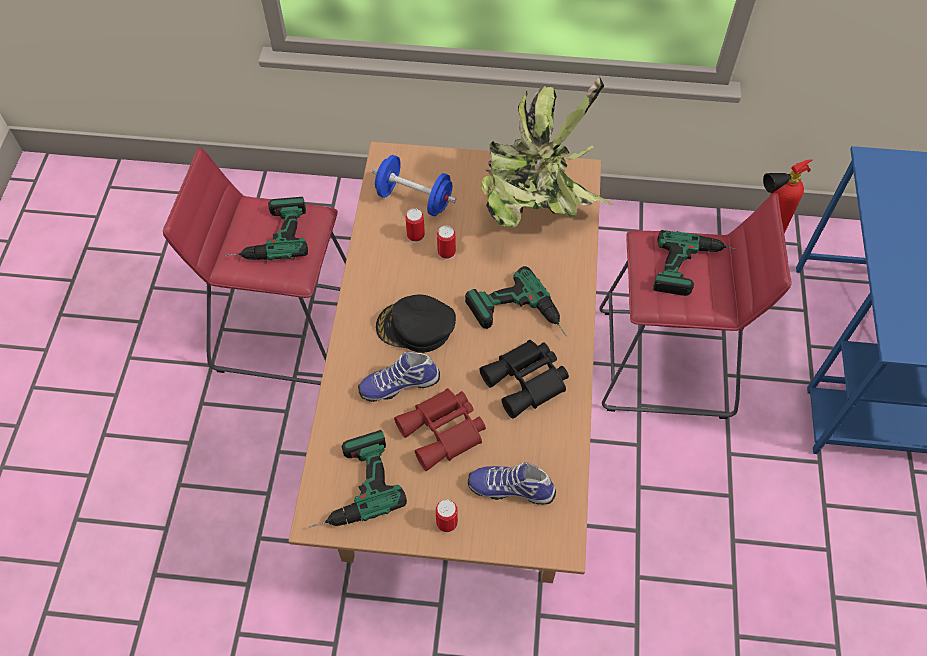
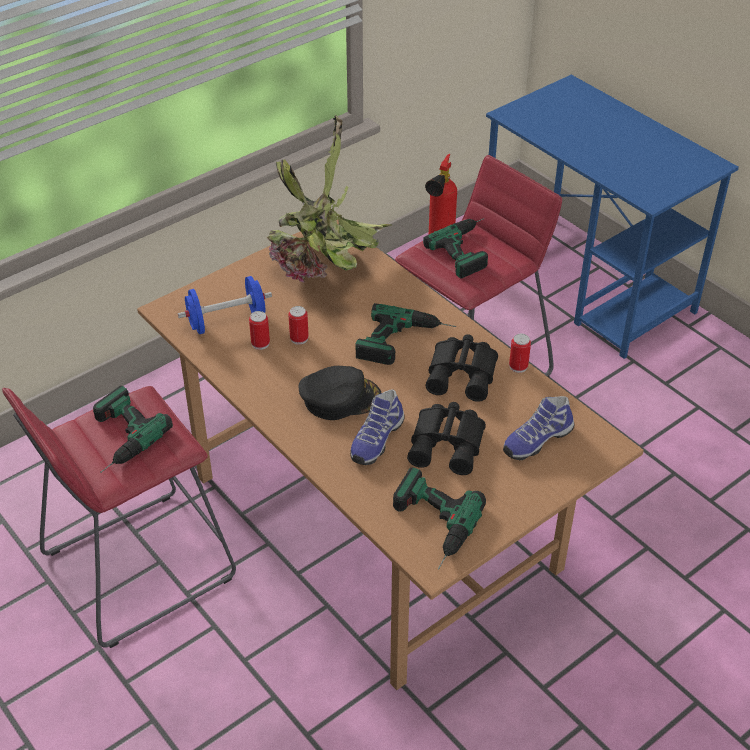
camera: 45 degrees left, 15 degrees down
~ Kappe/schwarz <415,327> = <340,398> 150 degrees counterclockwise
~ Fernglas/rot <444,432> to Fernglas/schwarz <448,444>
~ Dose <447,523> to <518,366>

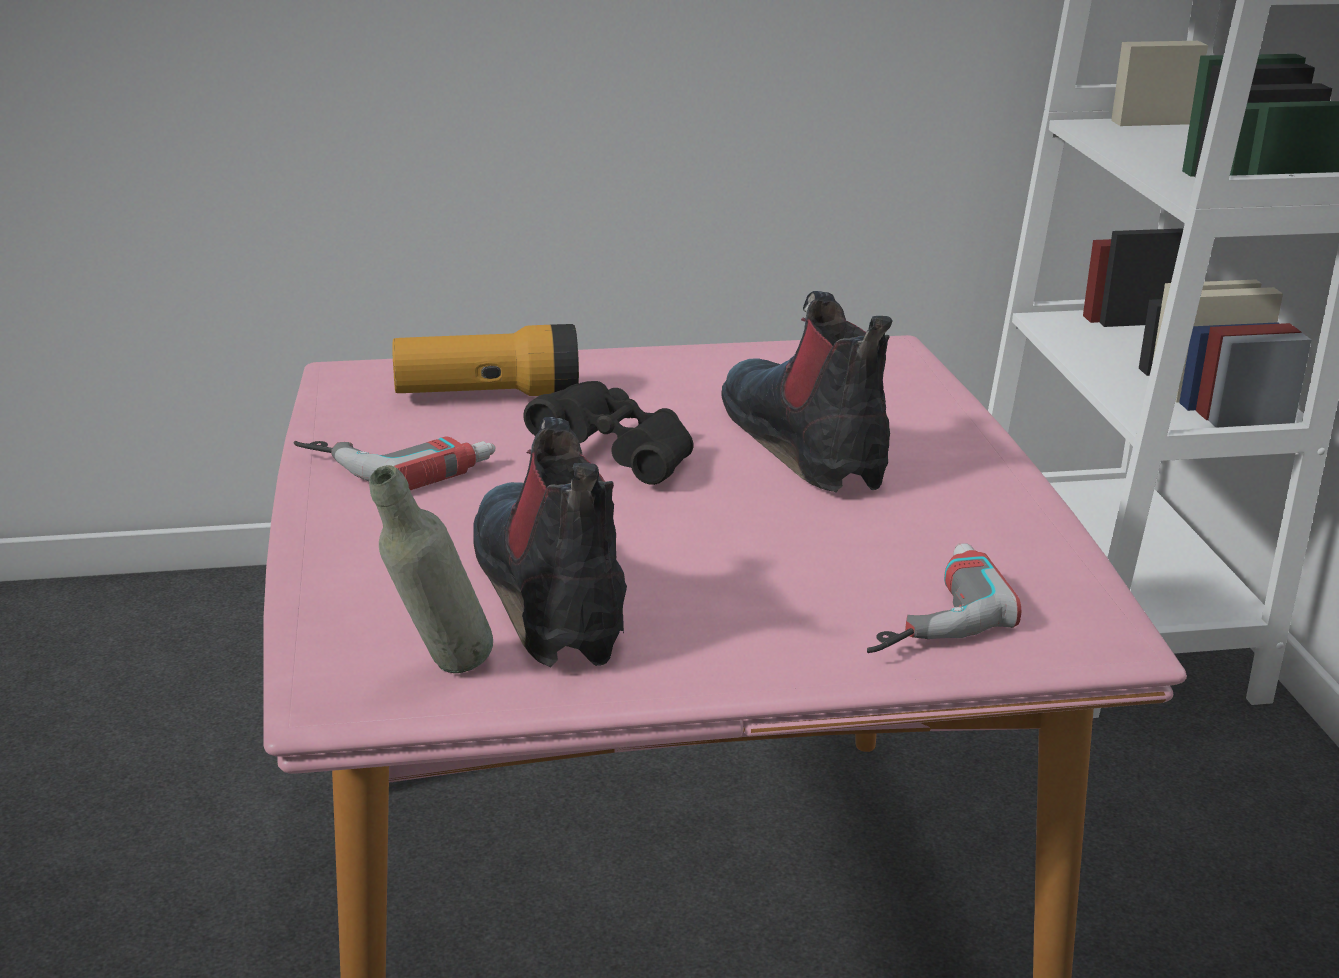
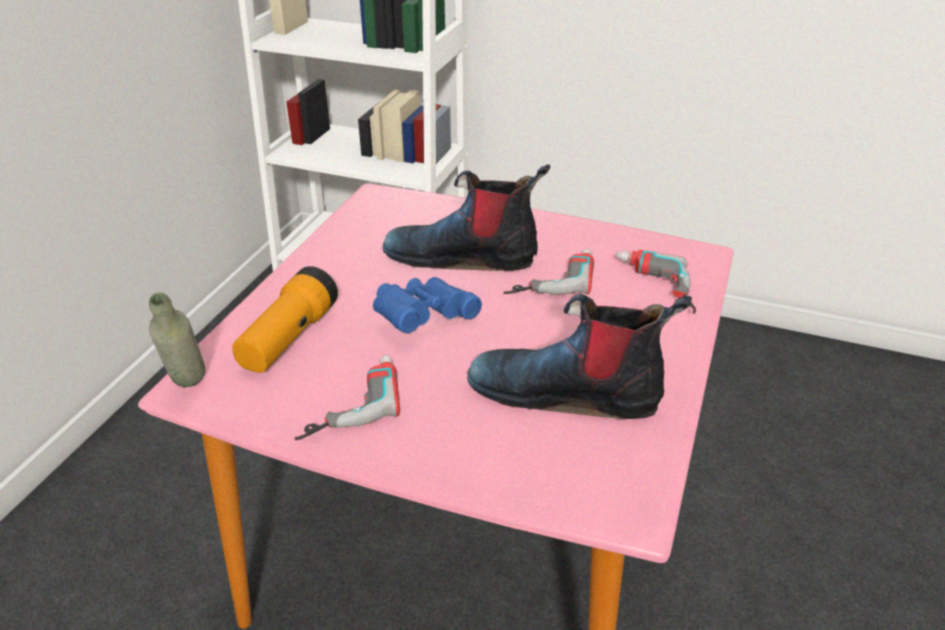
camera: 60 degrees left, 10 degrees up
~ Fernglas/schwarz <618,457> to Fernglas/blau <422,318>
~ Flasche/grau <438,674> to <189,389>
+ Bohrmaschine <550,278>

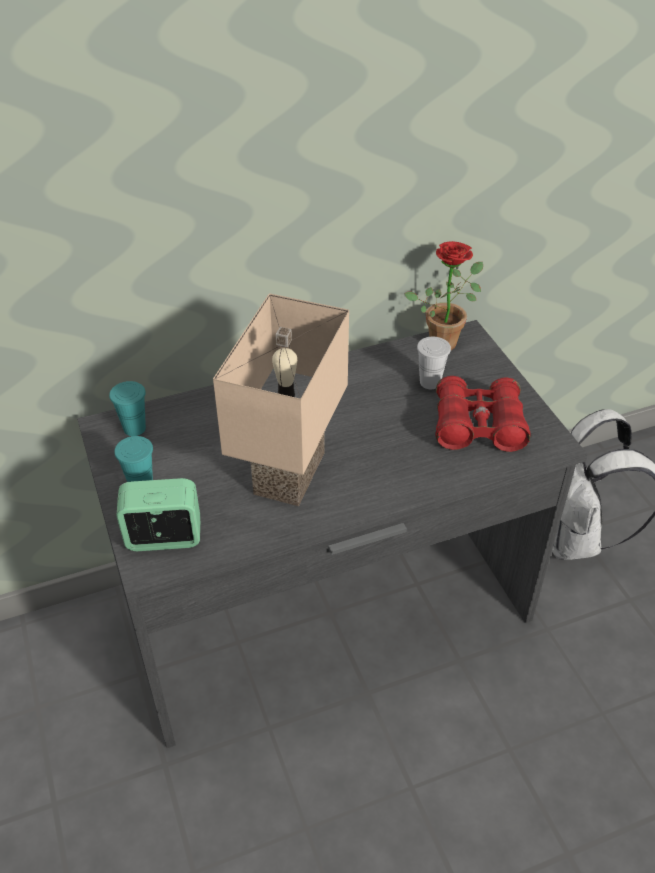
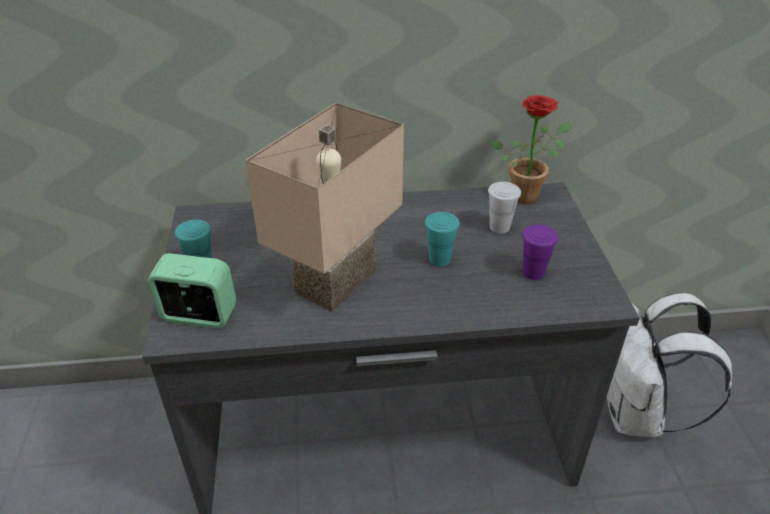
camera: 15 degrees right, 5 degrees down
~ Fernglas/rot <478,426> to Tasse/lila <533,272>
~ Tasse/türkis <134,428> to <439,259>

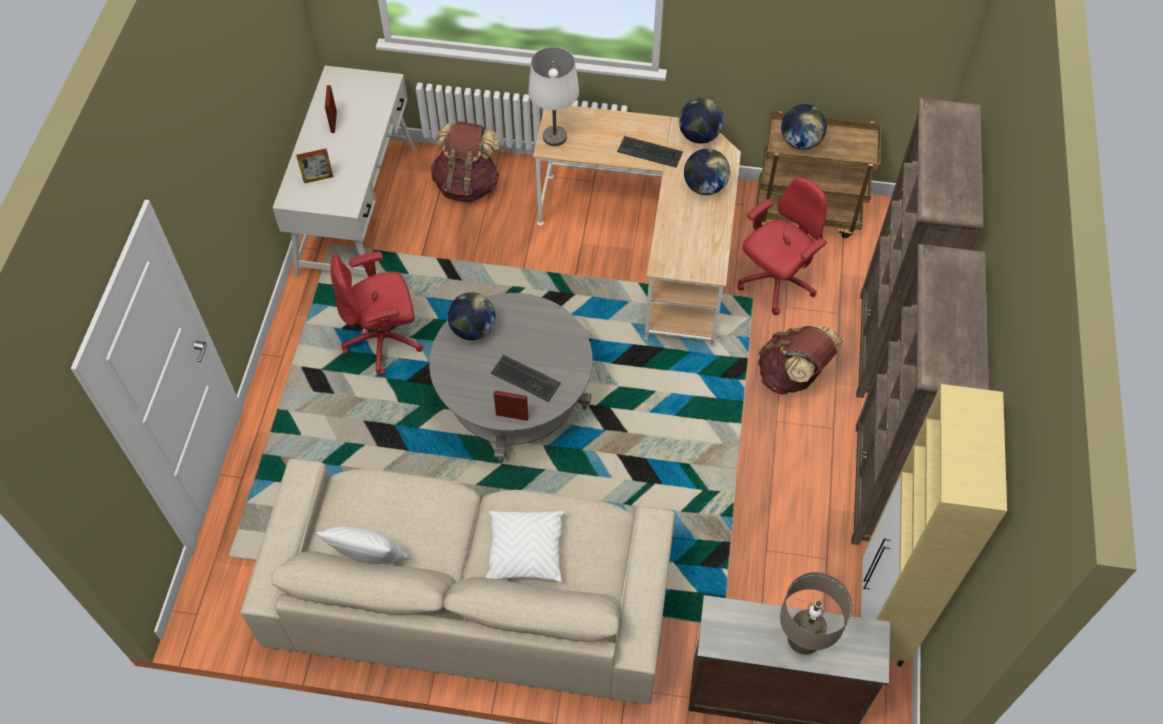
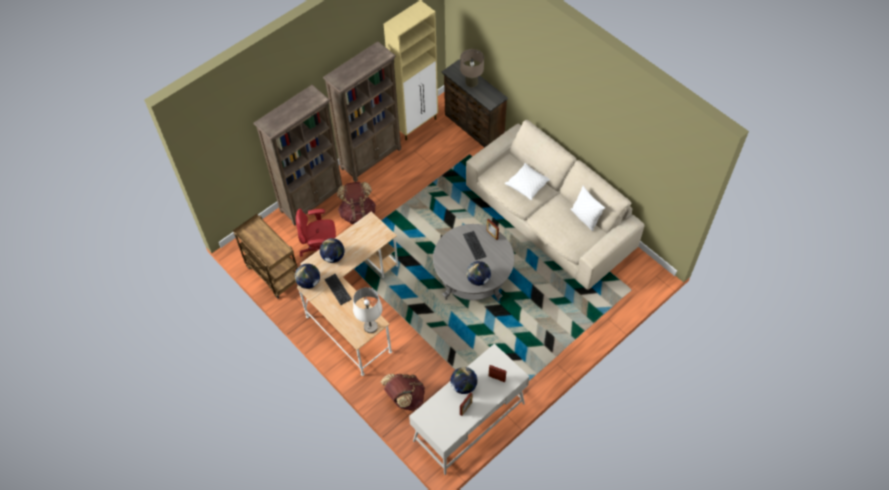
camera: 140 degrees left, 0 degrees up
~ Globus <800,142> to <463,386>
- Bürostuhl/rot <384,341>

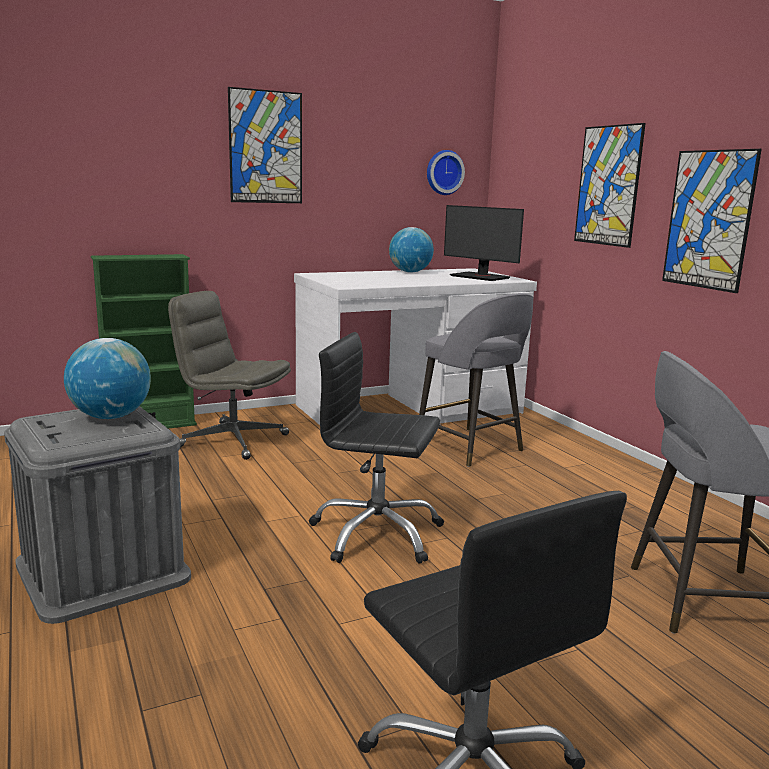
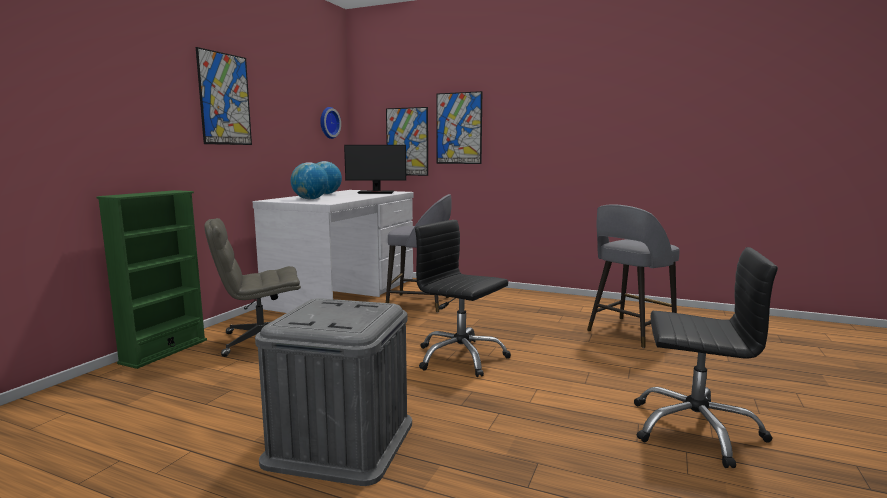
camera: 40 degrees left, 5 degrees down
~ Bild <708,220> to <407,141>
~ Bürostuhl/schwarz <376,534> = <460,357> 60 degrees clockwise
~ Globus <110,417> to <310,199>

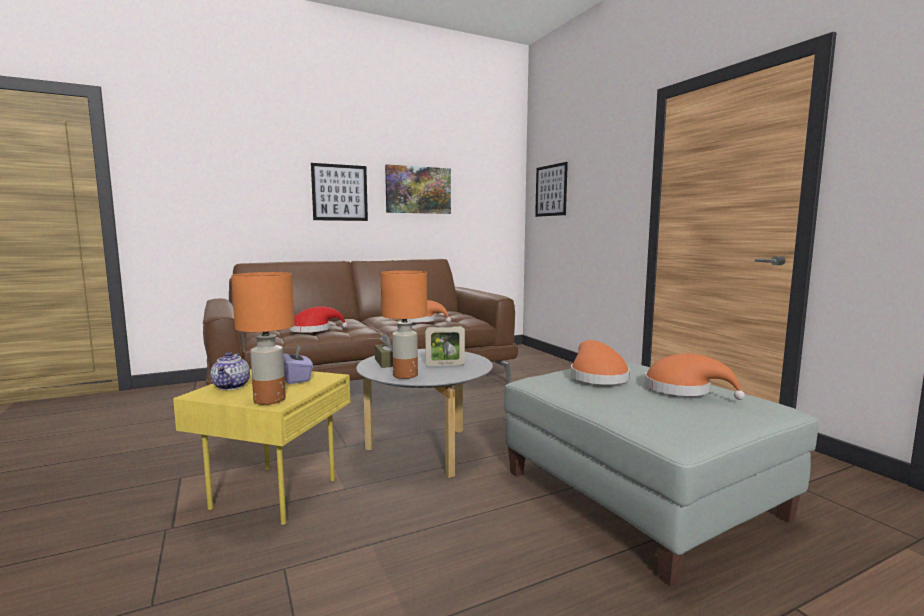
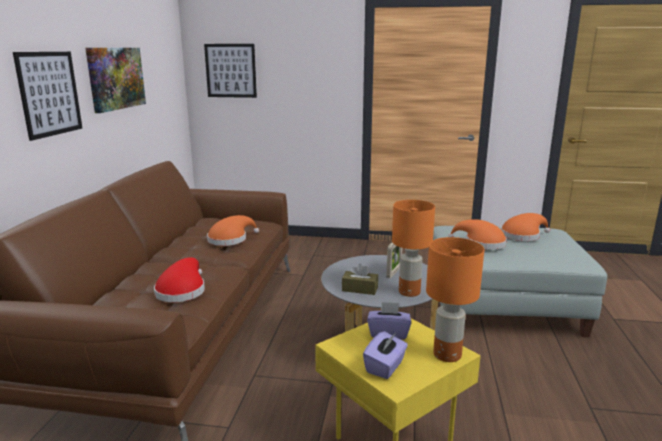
camera: 55 degrees left, 10 degrees up
~ Teekanne <232,386> to Taschentuchbox/lila <385,367>

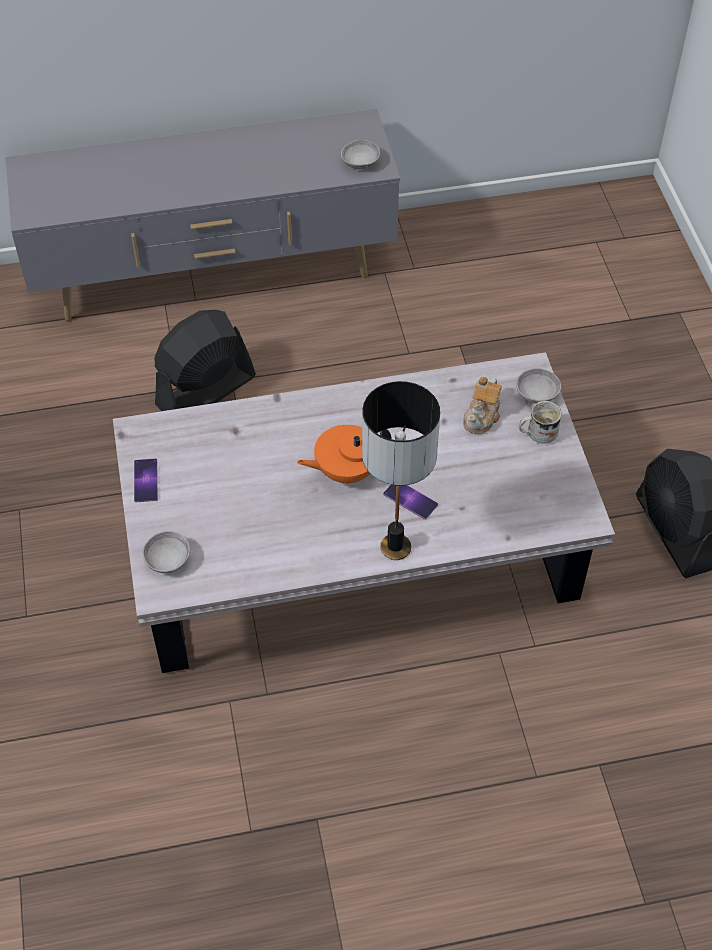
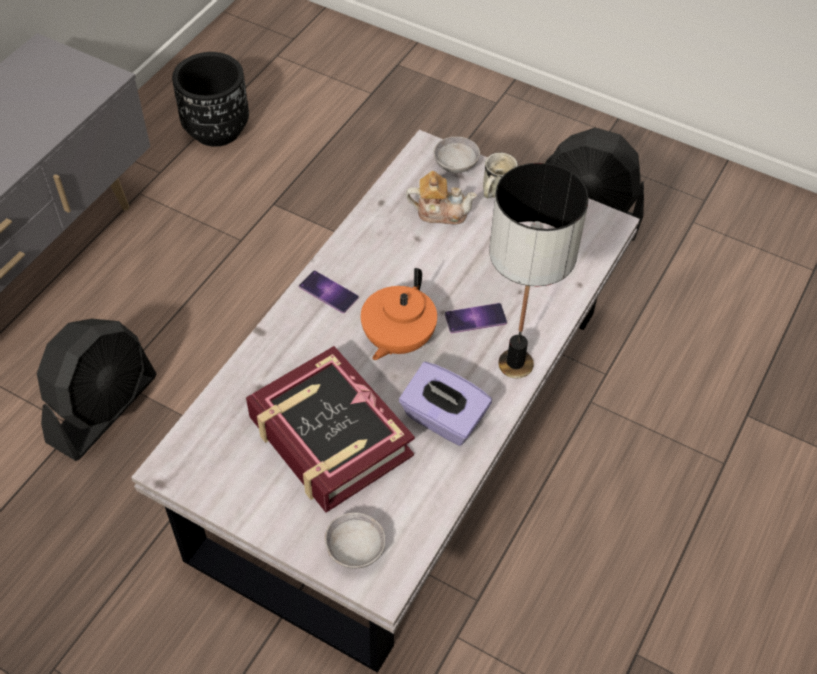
camera: 50 degrees left, 0 degrees up
- Schüssel/grau <360,163>
~ Ventilator/schwarz <205,391> = <103,409> 150 degrees counterclockwise
~ Teekanne <482,417> = <440,212> 60 degrees counterclockwise
~ Handy <146,480> to <328,292>
+ Pflanzkübel/schwarz <217,130>
+ Buch <329,437>
+ Taschentuchbox/lila <443,419>

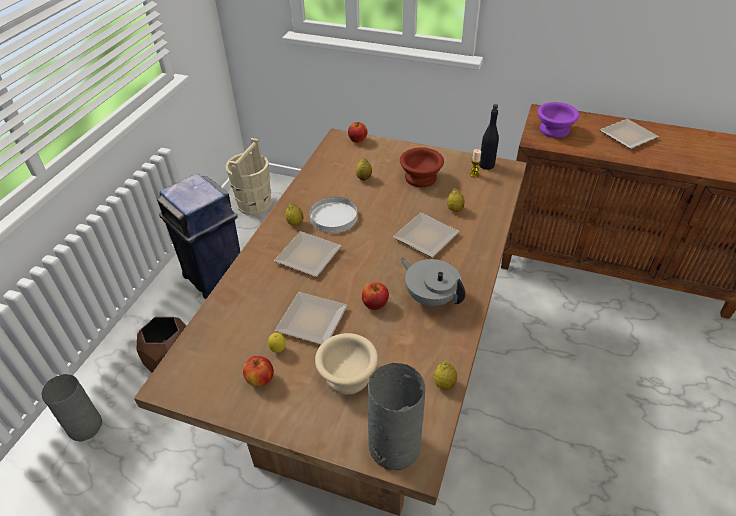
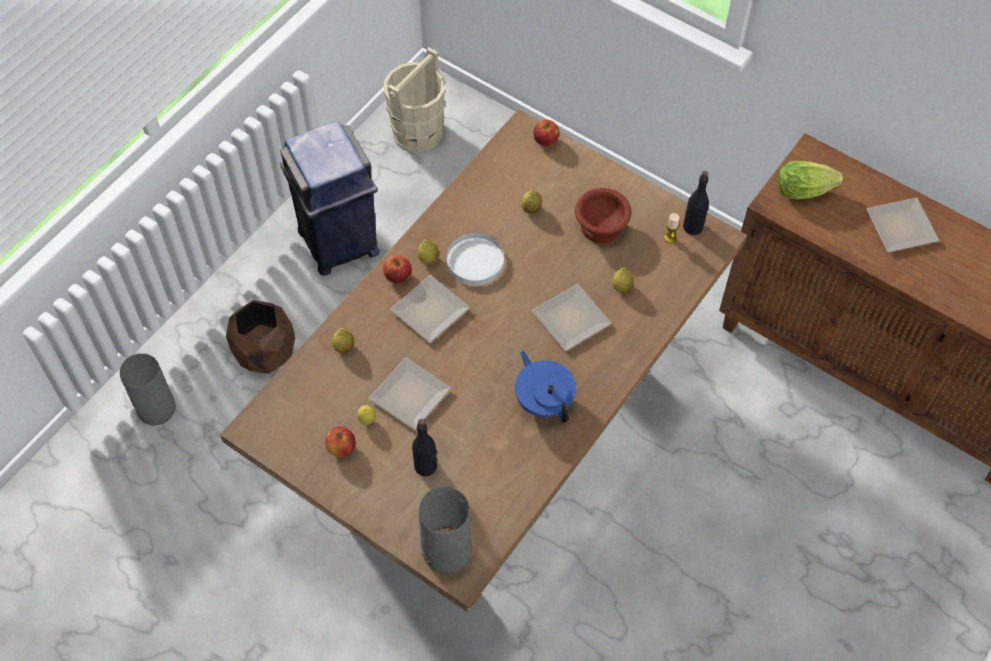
camera: 15 degrees right, 15 degrees up
~ Schüssel/lila <553,130> to Salatkopf <806,190>
~ Teekanne/grau <430,297> to Teekanne/blau <544,401>
~ Apfel <375,304> to <398,277>
~ Schüssel/beige <346,374> to Flasche/schwarz <426,466>
~ Zitrone <444,384> to <344,347>

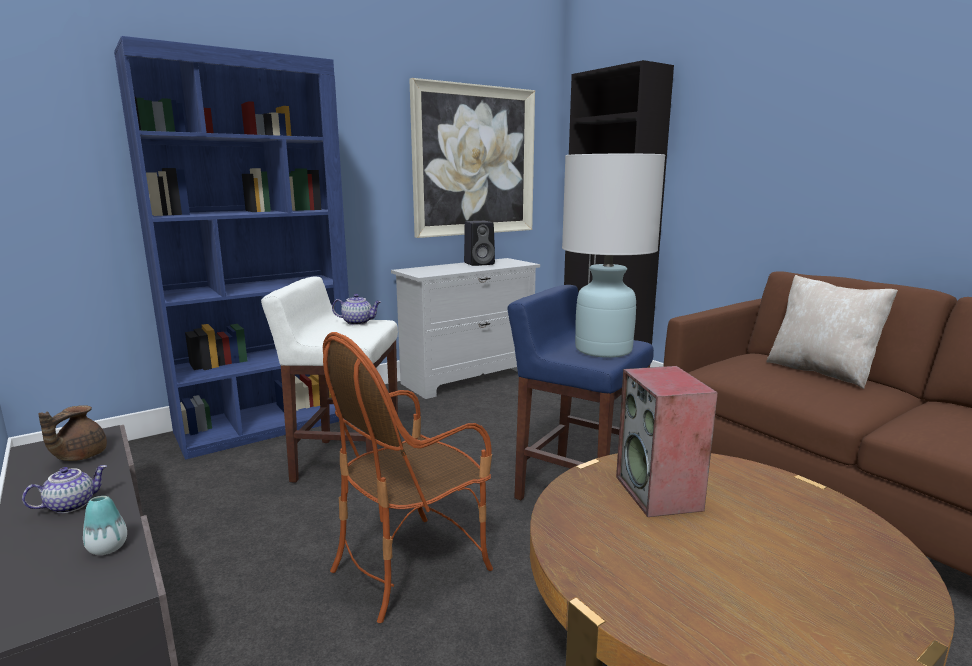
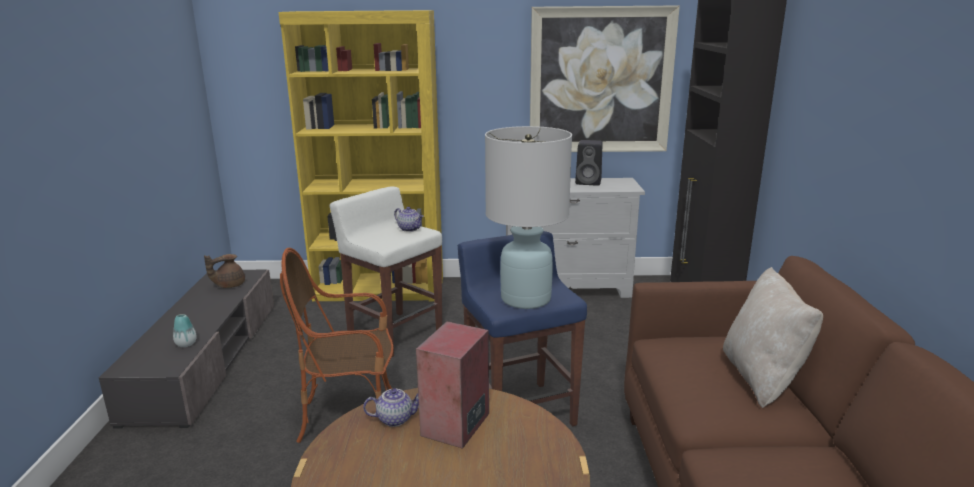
camera: 35 degrees right, 5 degrees up
~ Bücherregal/blau <268,425> to Bücherregal/gelb <380,290>
~ Teekanne <71,505> to <395,419>

